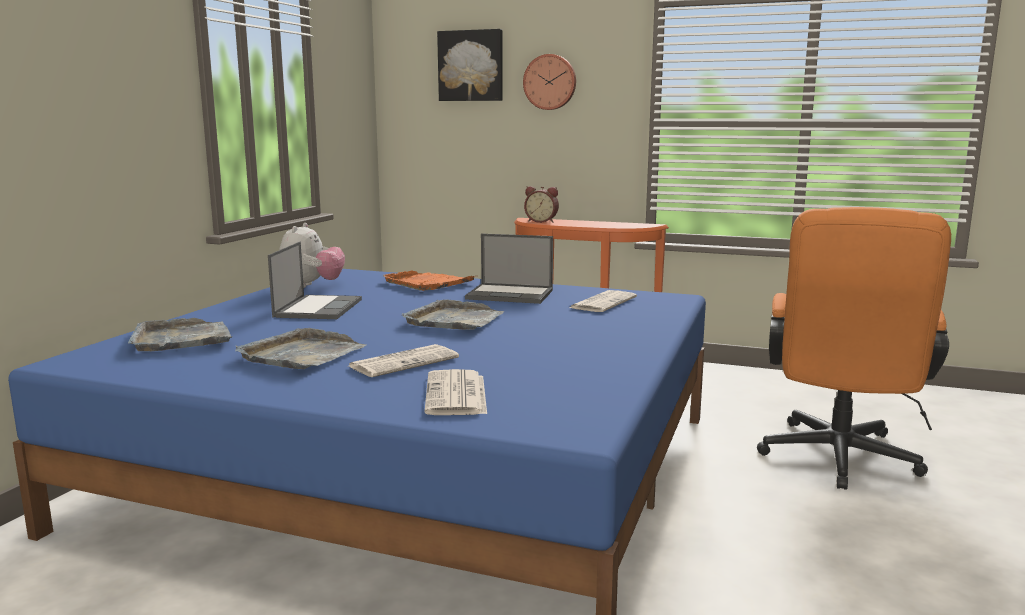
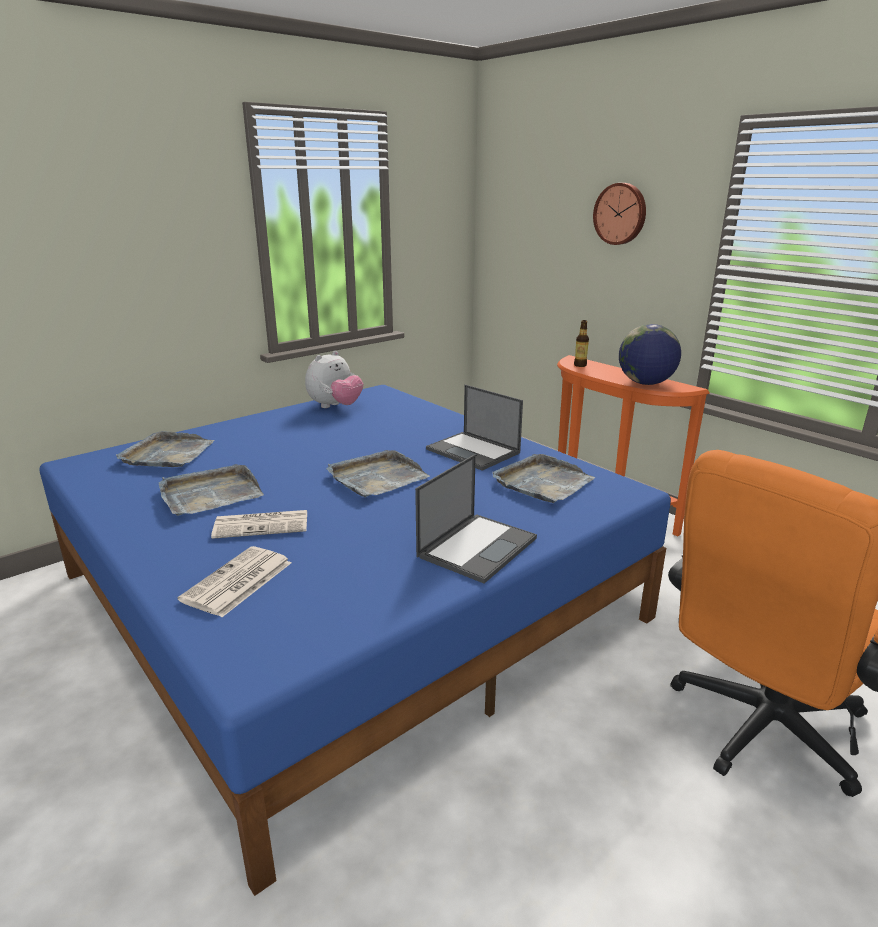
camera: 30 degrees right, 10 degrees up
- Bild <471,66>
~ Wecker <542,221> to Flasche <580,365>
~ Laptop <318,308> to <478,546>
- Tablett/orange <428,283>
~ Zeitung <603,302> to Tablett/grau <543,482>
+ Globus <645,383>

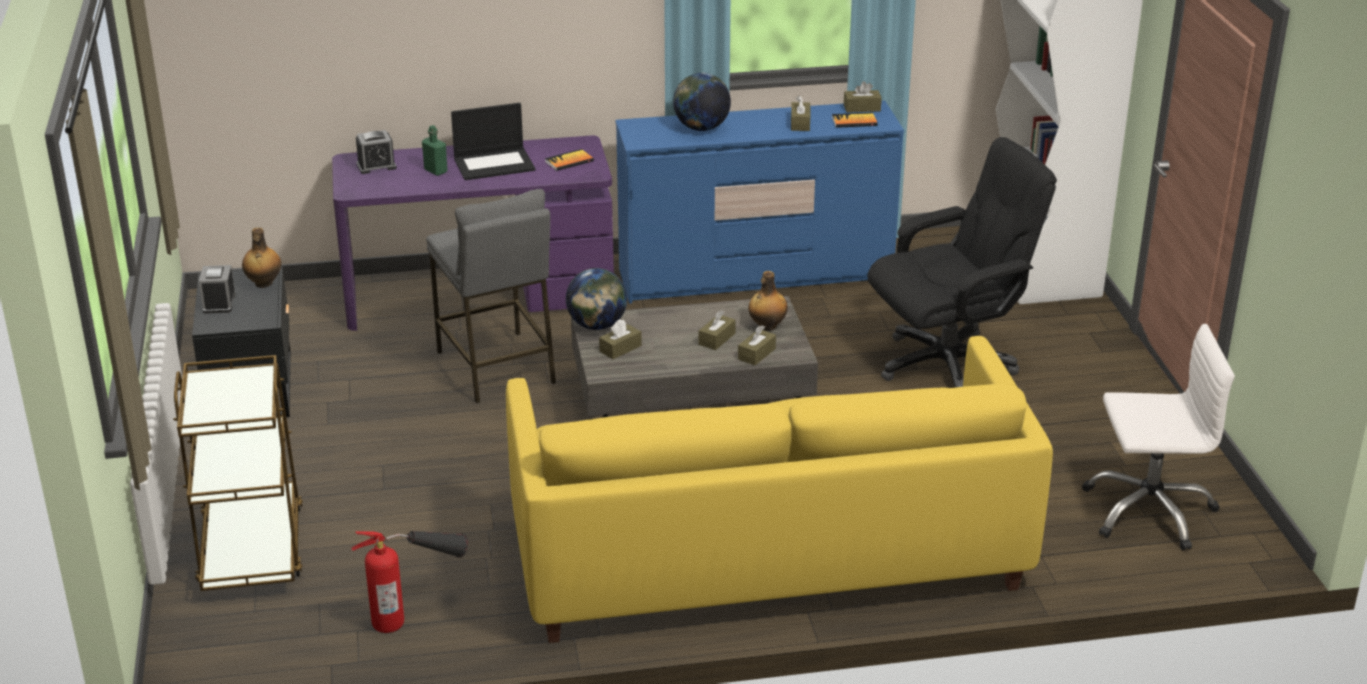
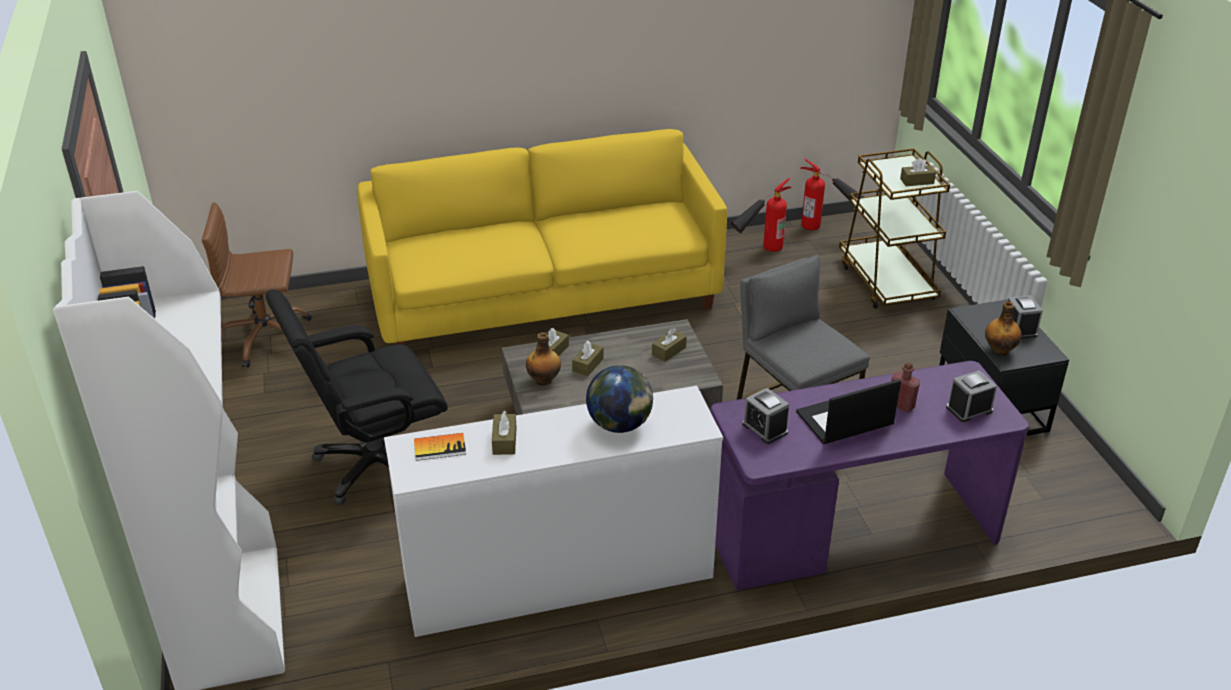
camera: 175 degrees right, 5 degrees up
~ Taschentuchbox/braun <862,108> to <917,181>
~ Kommode/blau <756,276> to Kommode/weiß <558,579>
~ Flasche/grün <435,171> to Flasche/rot <901,405>
~ Buch <569,161> to Wecker <764,428>
- Globus <597,326>
~ Bürostuhl/weiß <1148,510> to Bürostuhl/braun <266,338>
+ Feuerlöscher <827,230>

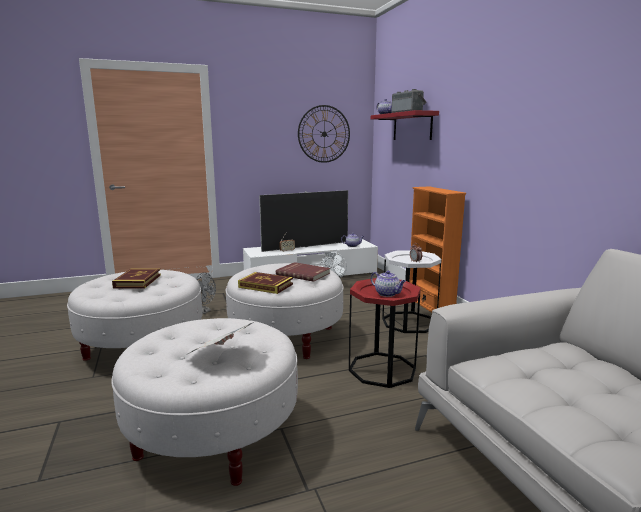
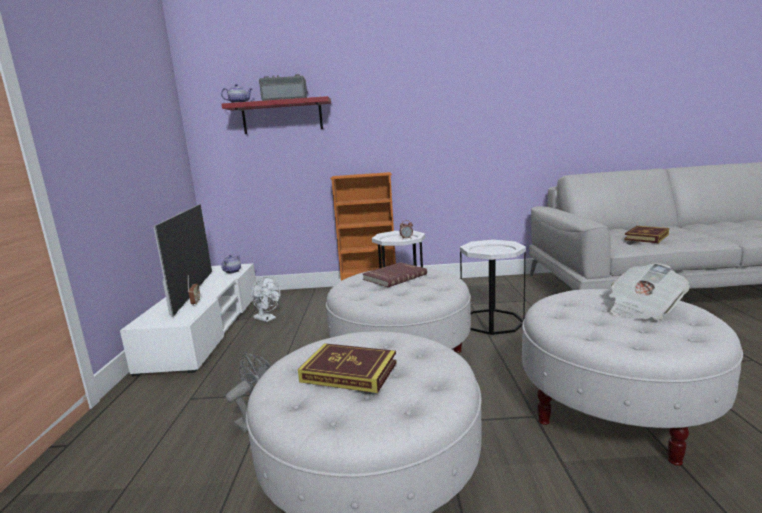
camera: 70 degrees left, 0 degrees up
- Wanduhr <324,134>
- Teekanne <387,294>
~ Buch <265,286> to <646,237>
~ Beistelltisch/rot <382,369> to Beistelltisch/weiß <492,321>

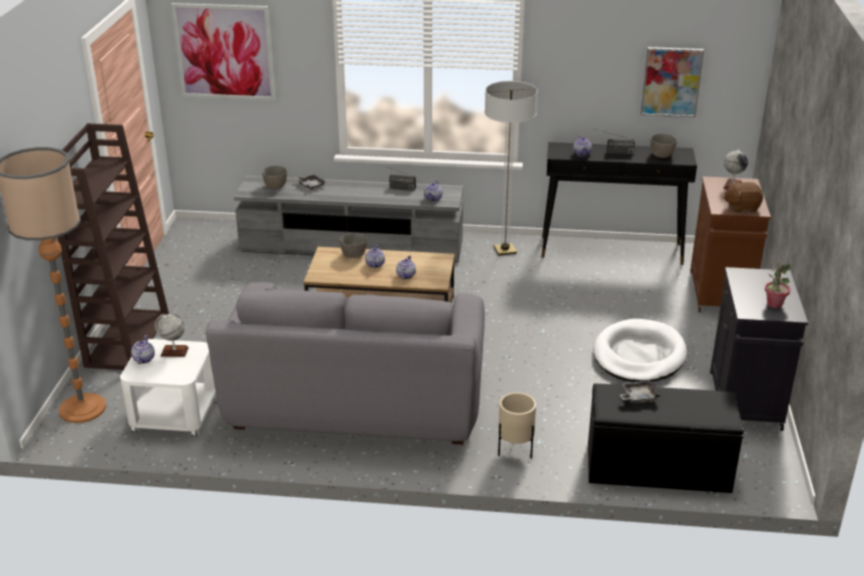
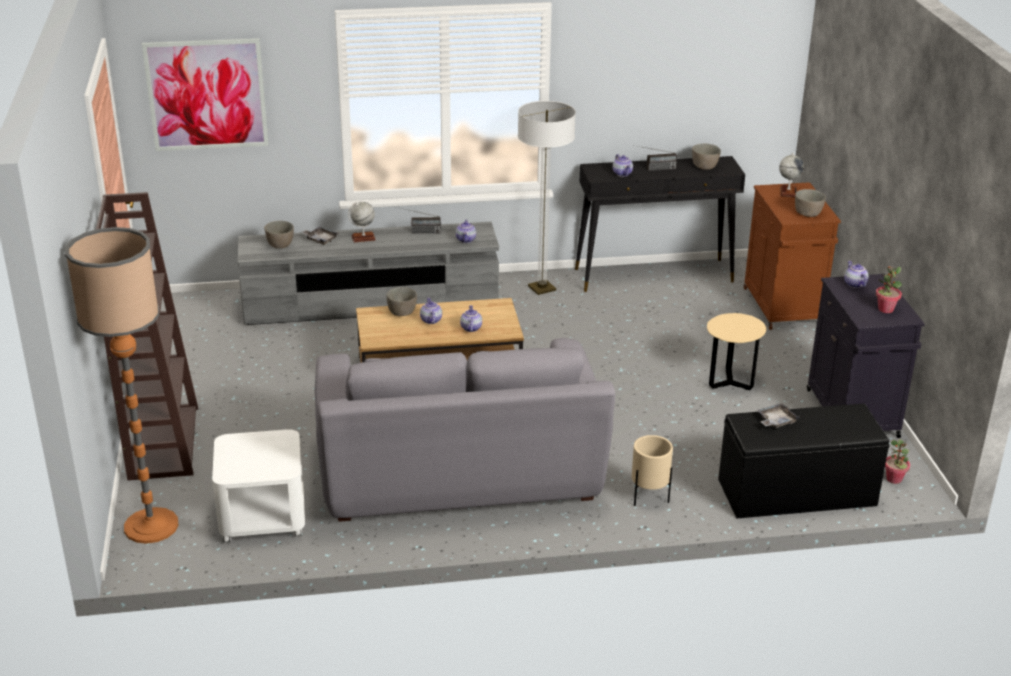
camera: 15 degrees left, 0 degrees up
- Bild <671,82>
~ Plüschtier/braun <741,207> to Schüssel/grau <808,214>
~ Globus <174,351> to <363,238>
~ Hundebett/weiß <638,356> to Beistelltisch/beige <730,382>
~ Teekanne <143,359> to <854,284>
+ Topfpflanze <894,479>

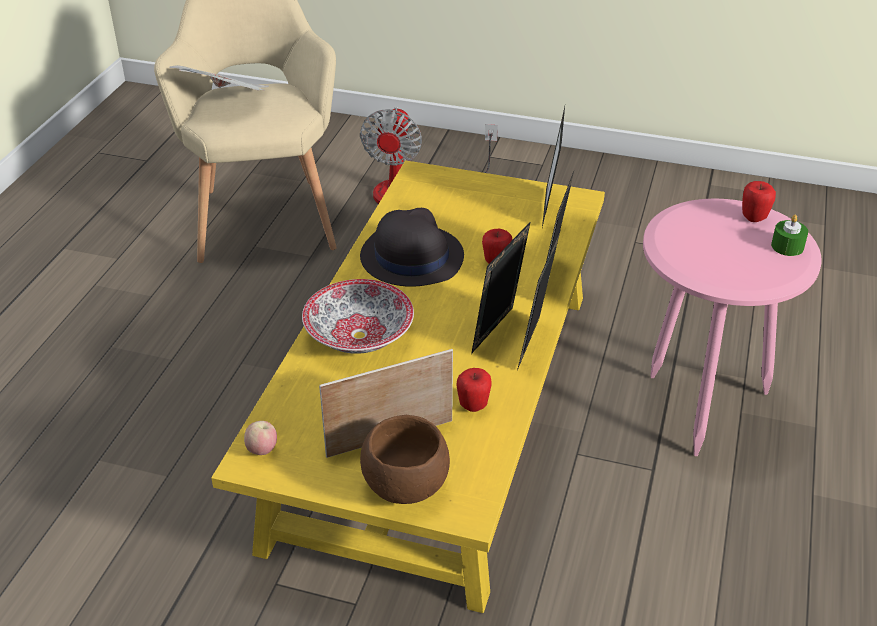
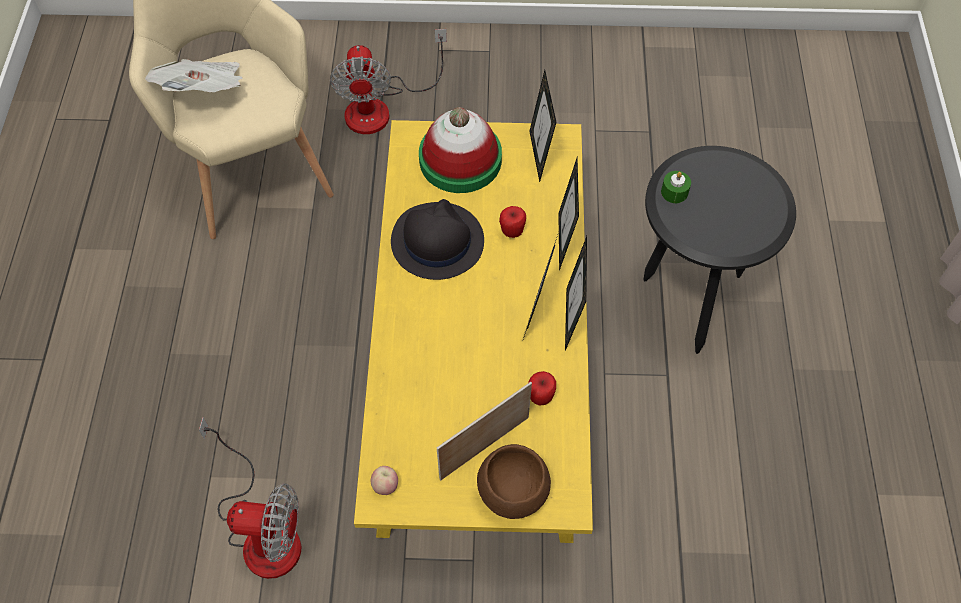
camera: 15 degrees left, 20 degrees up
- Apfel <754,217>
~ Beistelltisch/rosa <698,404> to Beistelltisch/schwarz <688,300>
~ Kerze/grün <787,246> to <674,192>
- Schüssel <358,335>
+ Hut <460,160>
+ Ventilator <263,531>

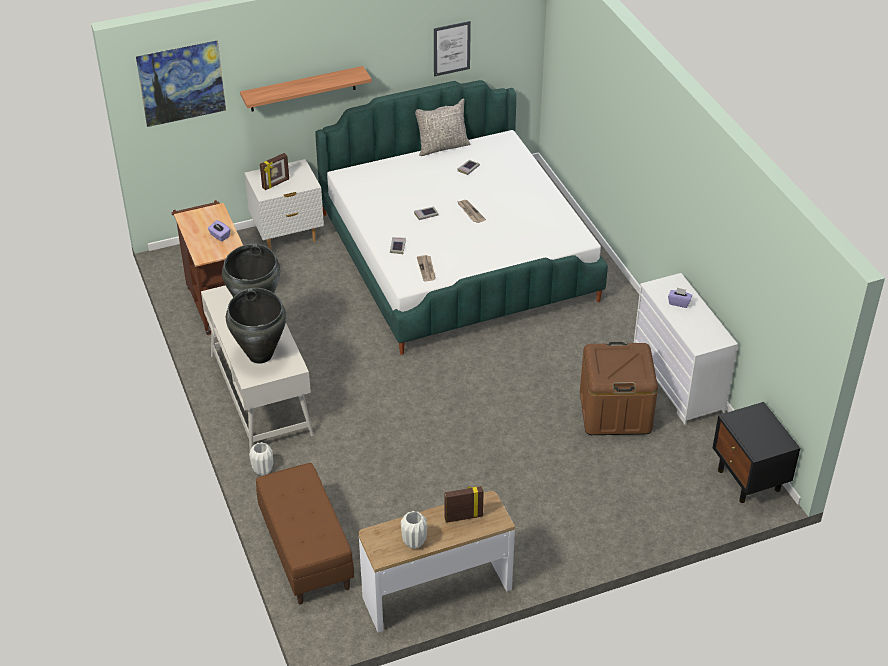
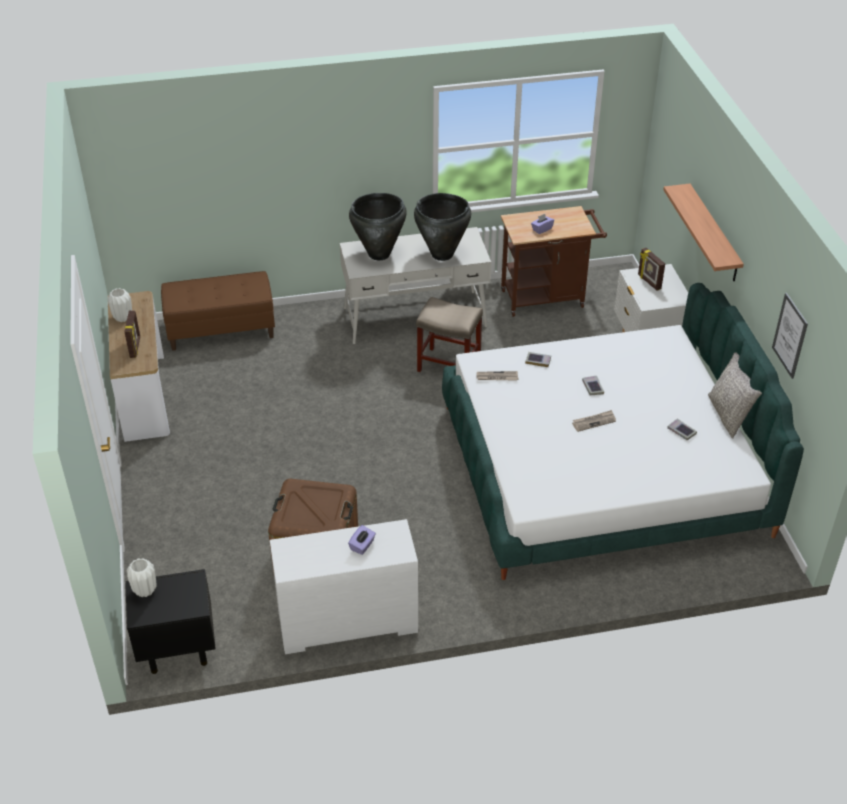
camera: 100 degrees right, 0 degrees up
- Bild <184,101>
~ Vase/weiß <263,470> to <145,590>
+ Hocker/beige <448,365>

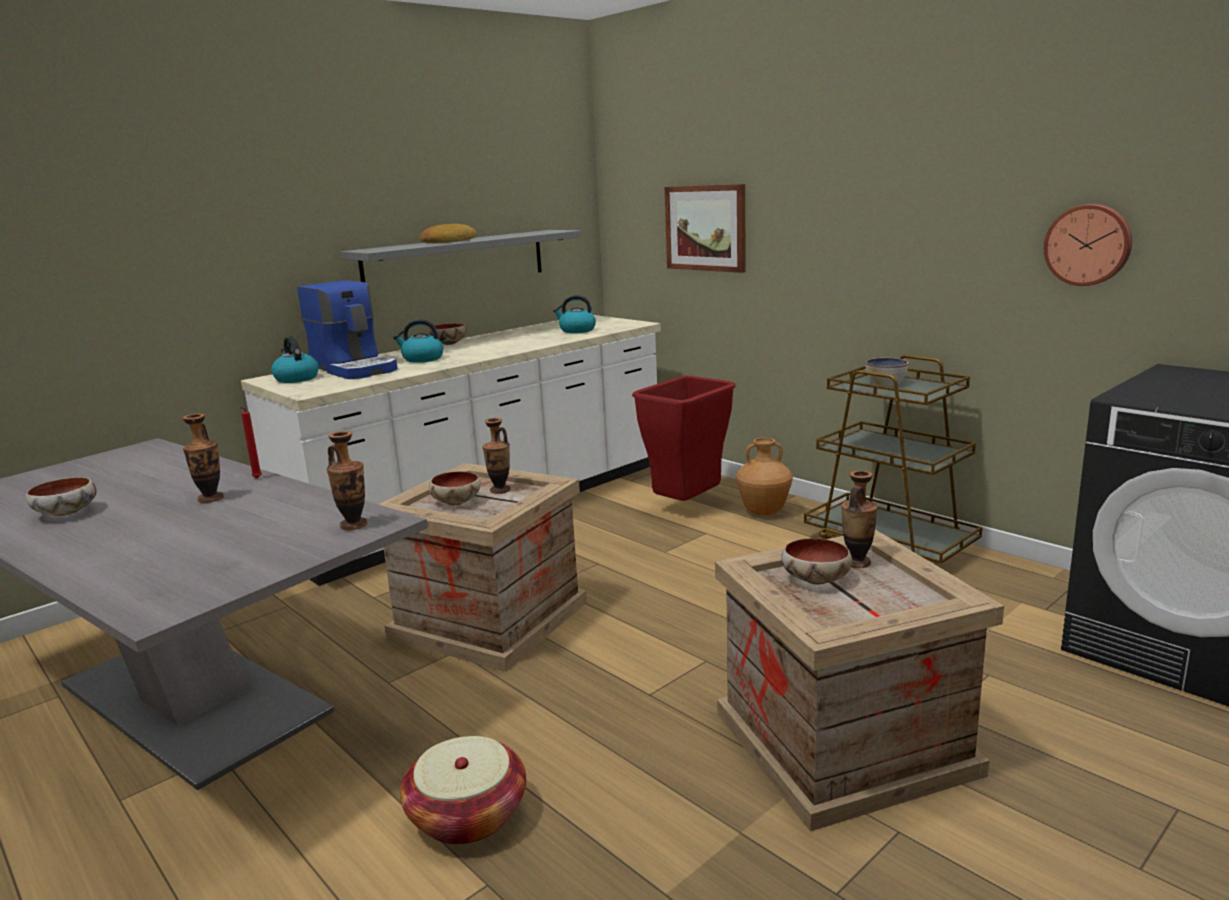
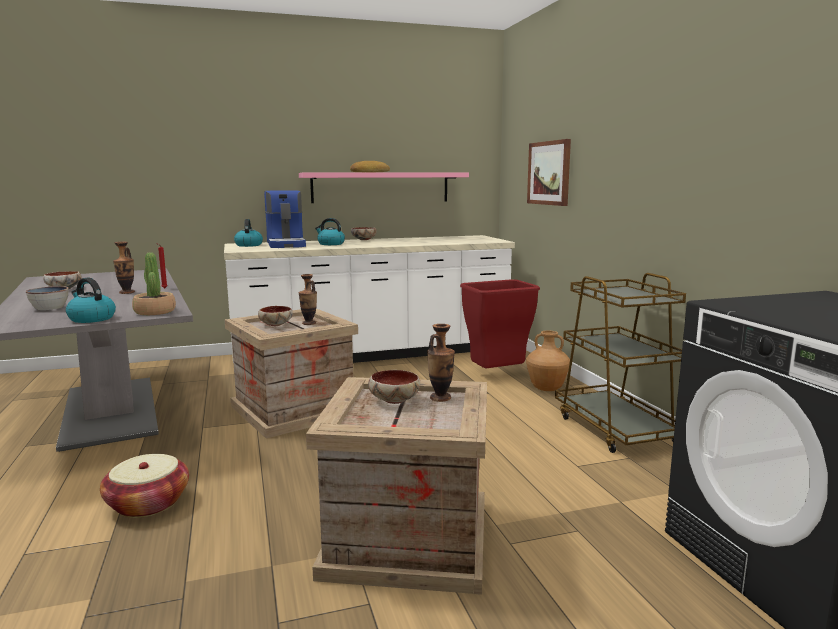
camera: 25 degrees right, 5 degrees down
- Wanduhr <1088,244>
~ Wandregal/grau <456,261> to Wandregal/rosa <380,187>
~ Wasserkessel <577,330> to <91,319>
~ Schüssel <886,383> to <50,308>
~ Vase <354,525> to Topfpflanze <154,312>

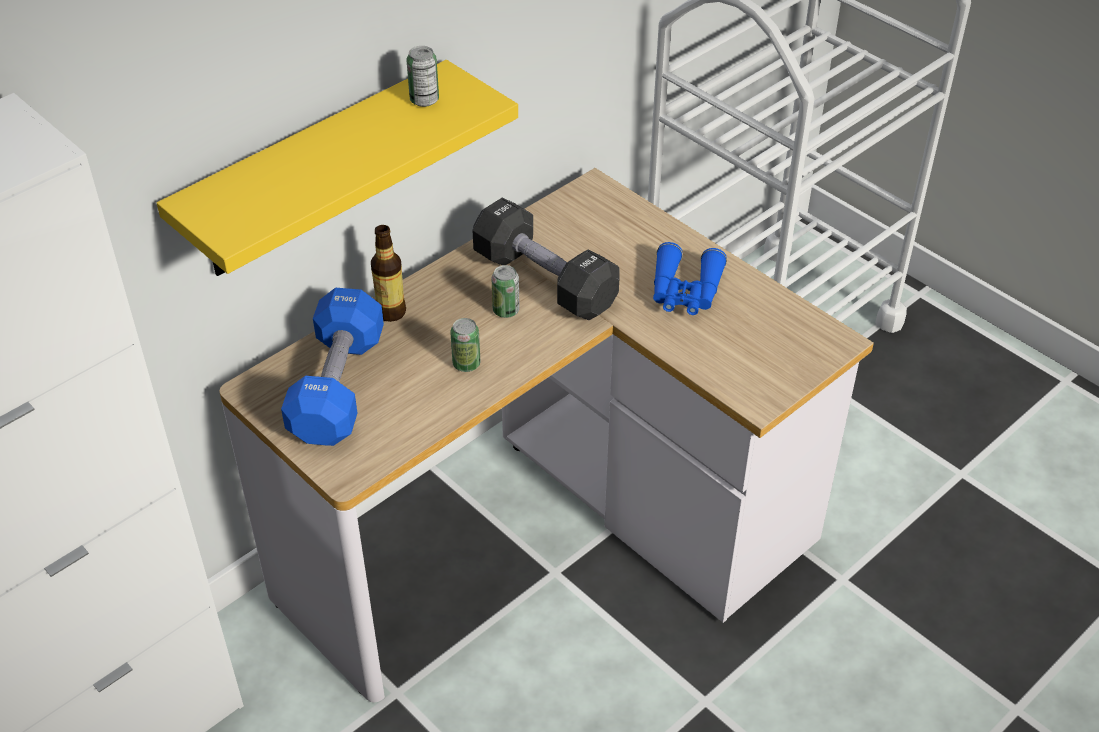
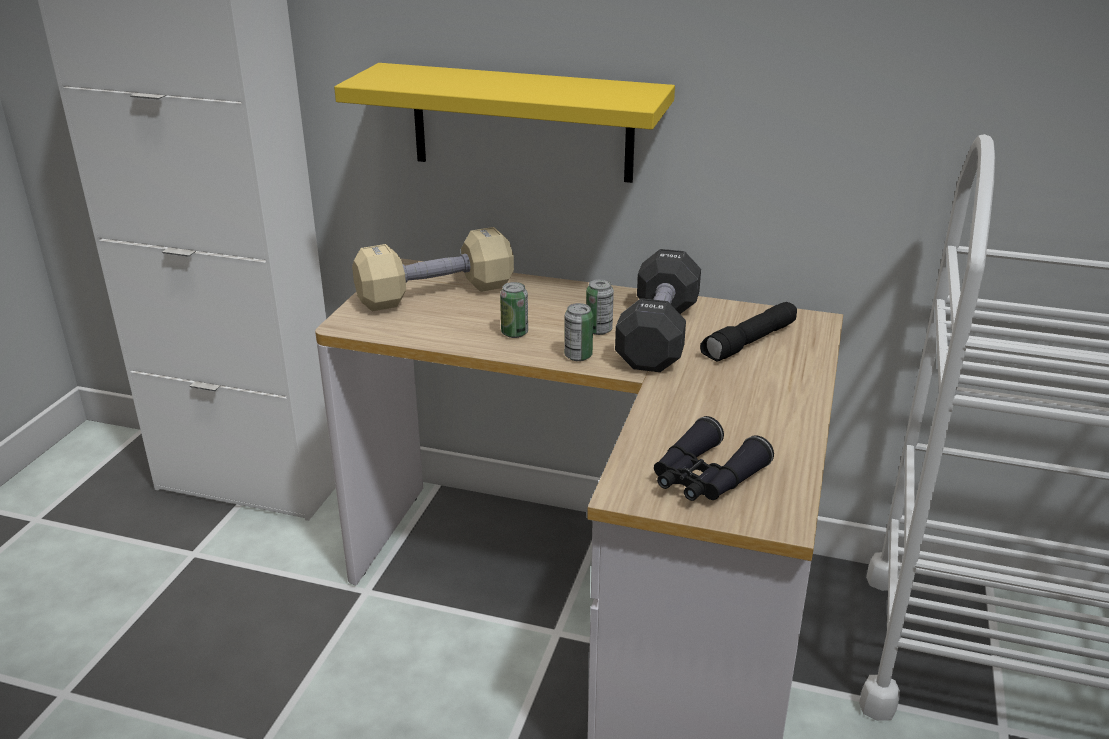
camera: 60 degrees right, 15 degrees down
~ Dose <424,100> to <578,356>
- Flasche <391,312>
- Fernglas/blau <685,291>
~ Hantel/blau <338,387> to Hantel/beige <435,294>
+ Taschenlampe/schwarz <750,343>
+ Fernglas/schwarz <705,478>

